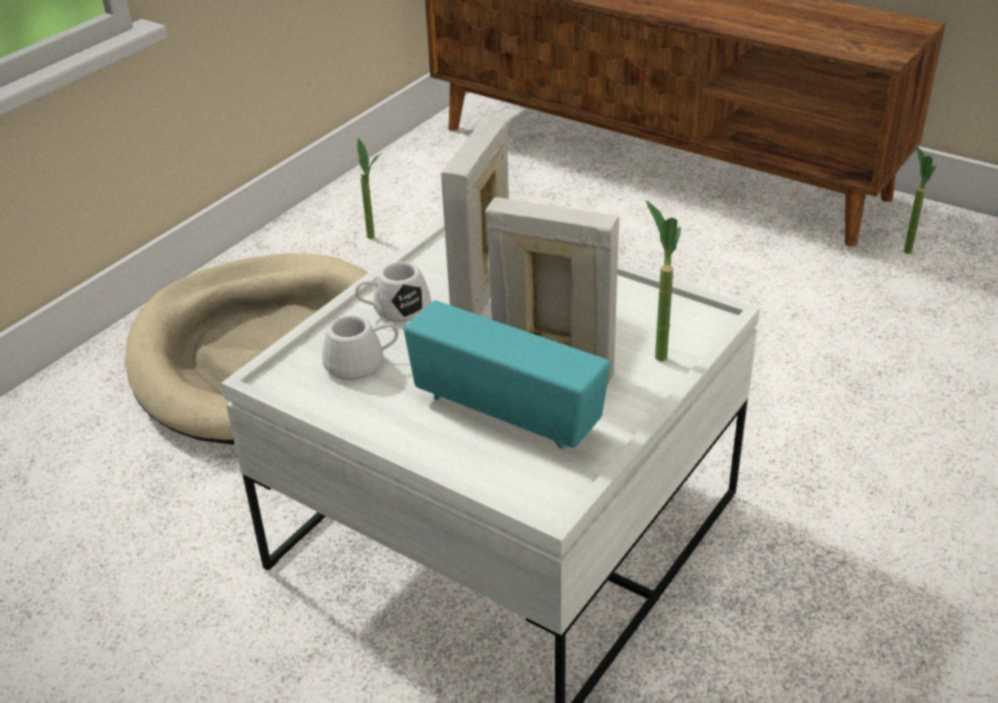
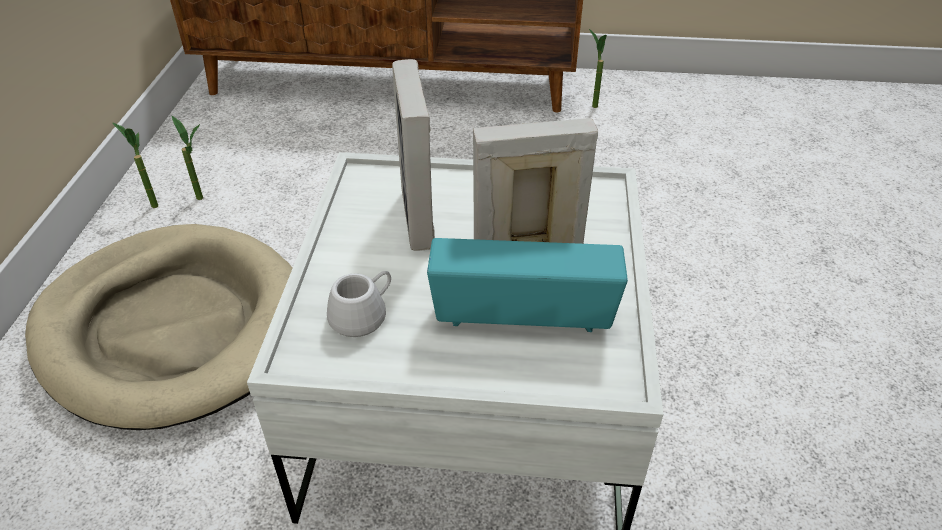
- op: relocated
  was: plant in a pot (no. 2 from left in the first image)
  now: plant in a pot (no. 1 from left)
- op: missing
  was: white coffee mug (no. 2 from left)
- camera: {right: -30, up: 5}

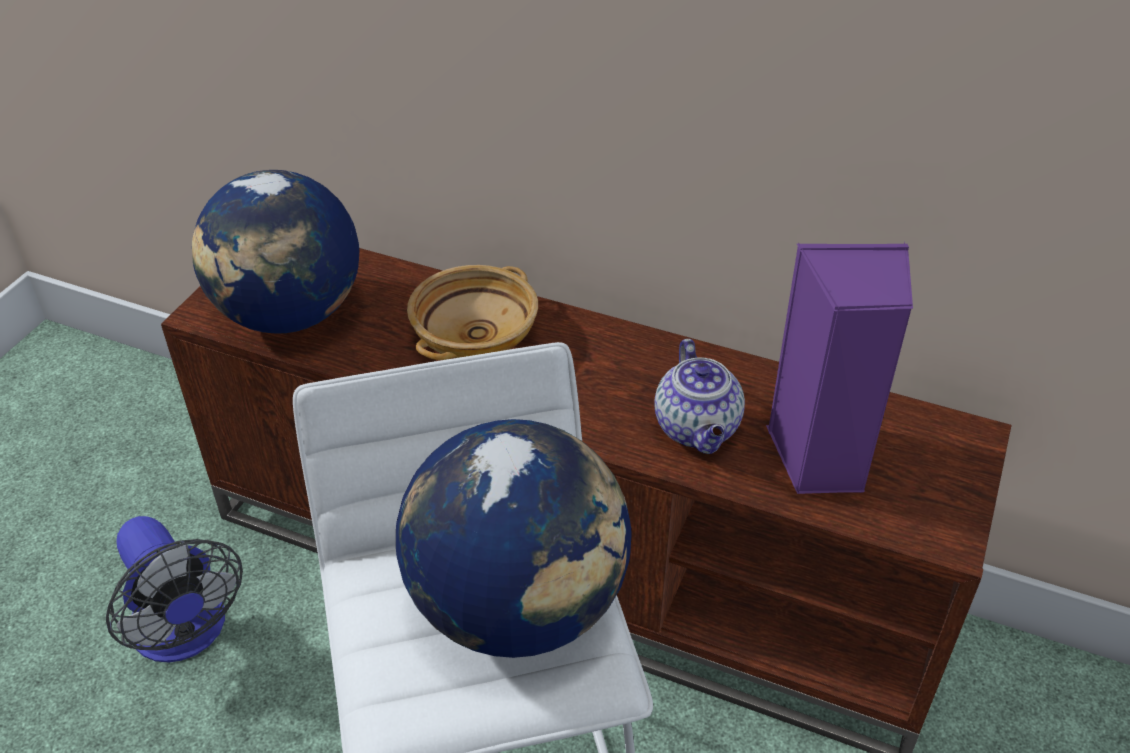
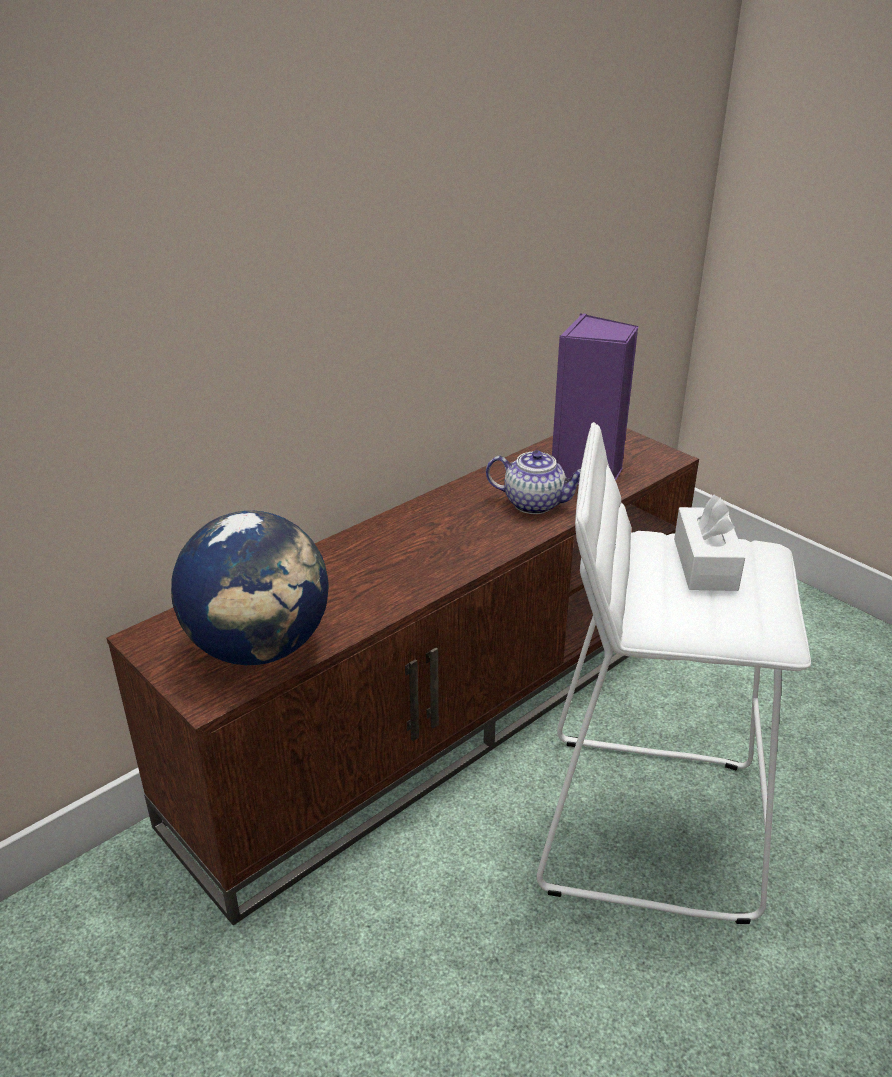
- op: exchanged
  was: desk globe (no. 2 from left)
  now: white box of tissues
- op: missing
  was: cooling fan
- op: missing
  was: beige-coloured serving bowl
- camera: {right: -65, up: -10}

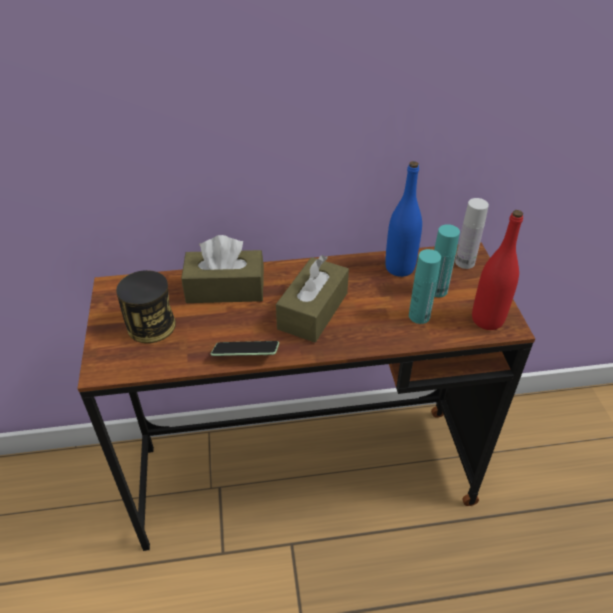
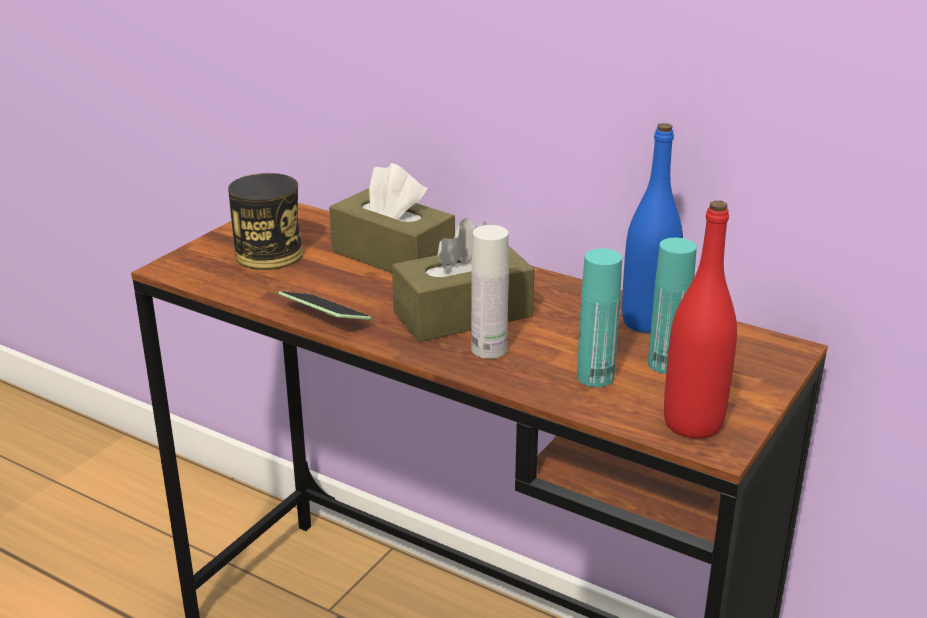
- op: relocated
  was: white beverage bottle
- camera: {right: 40, up: -15}

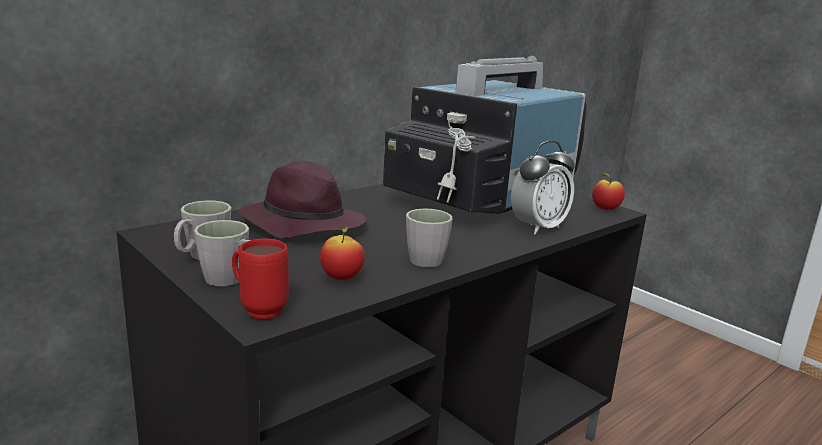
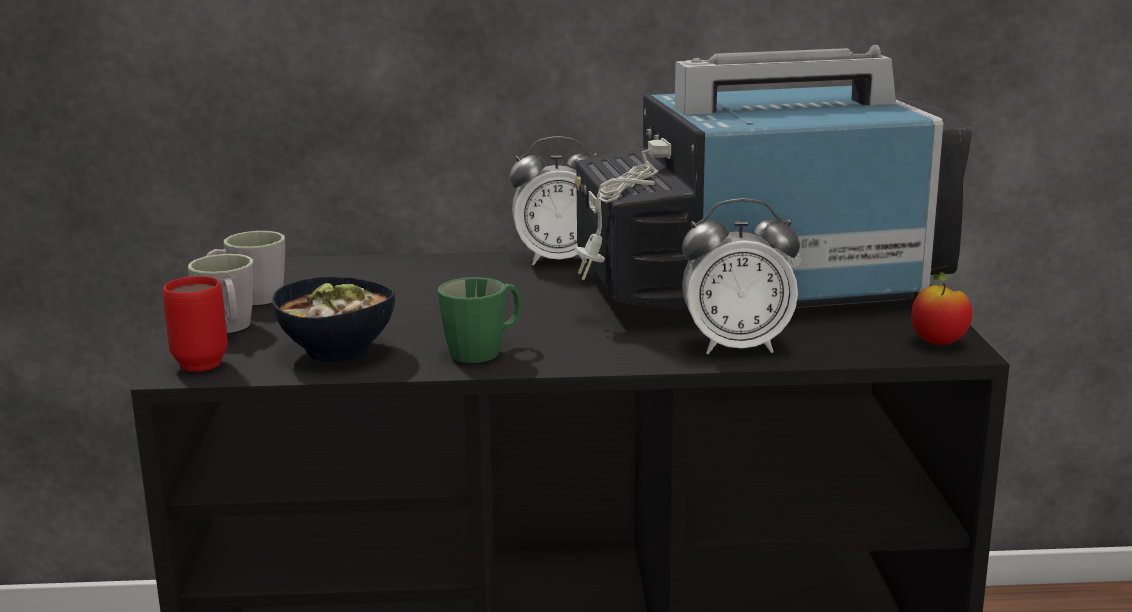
- op: exchanged
  was: whole apple (no. 1 from left)
  now: serving bowl
- op: colour
  was: grey coffee mug (no. 3 from left)
  now: green coffee mug
- op: appeared
  now: alarm clock (no. 1 from left)
- op: missing
  was: purple hat
- camera: {right: 40, up: 0}

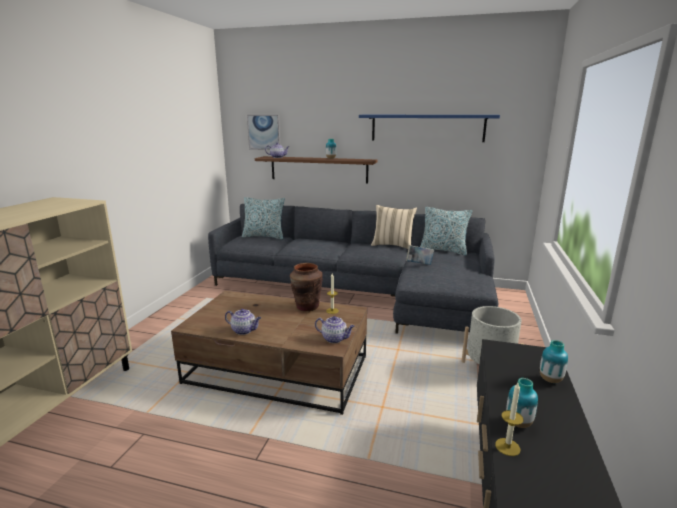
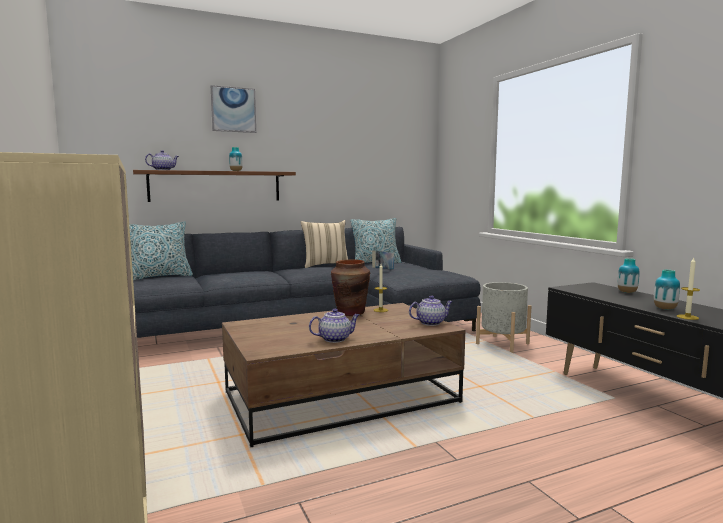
- op: relocated
  was: picture
- op: missing
  was: blue bracket shelf
- camera: {right: -40, up: -10}

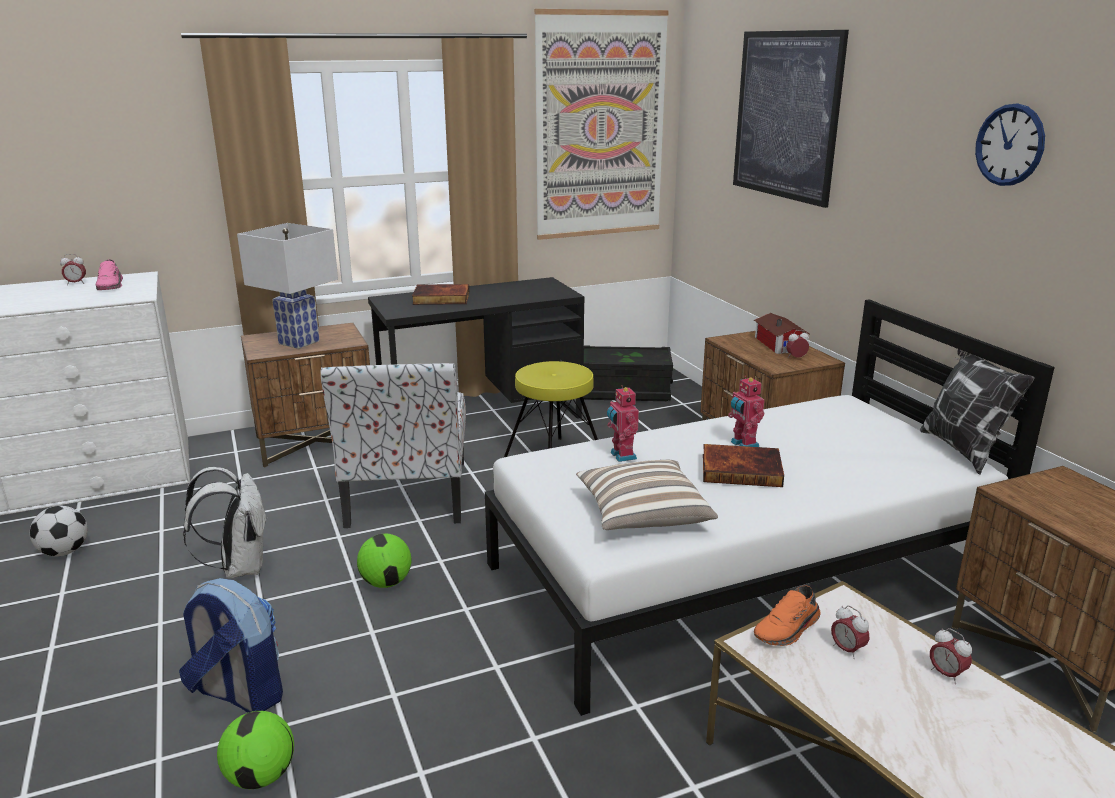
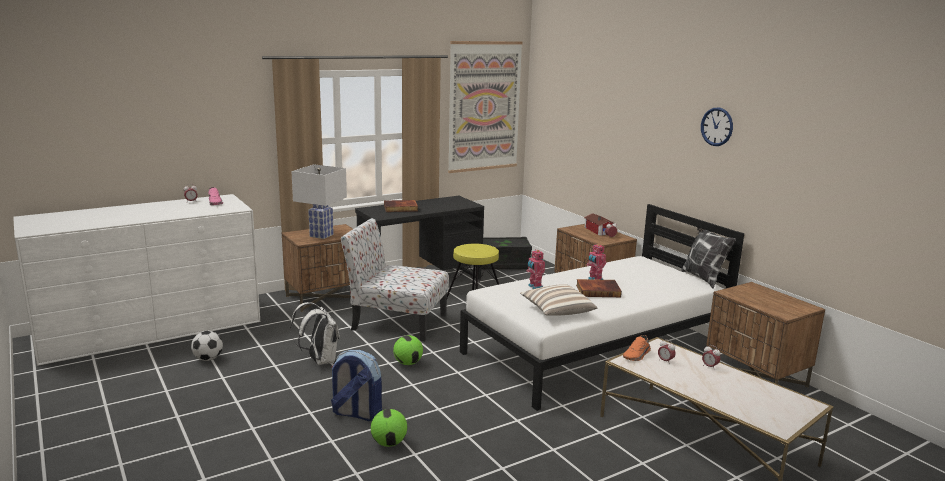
- op: spun
  was: upright chair
  clockwise: 120
- op: missing
  was: picture (no. 2 from left)
- camera: {right: -10, up: -5}

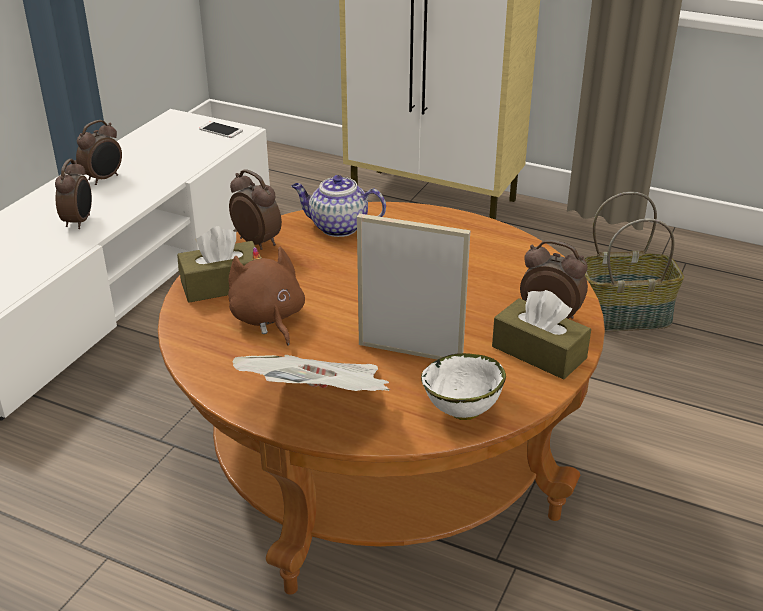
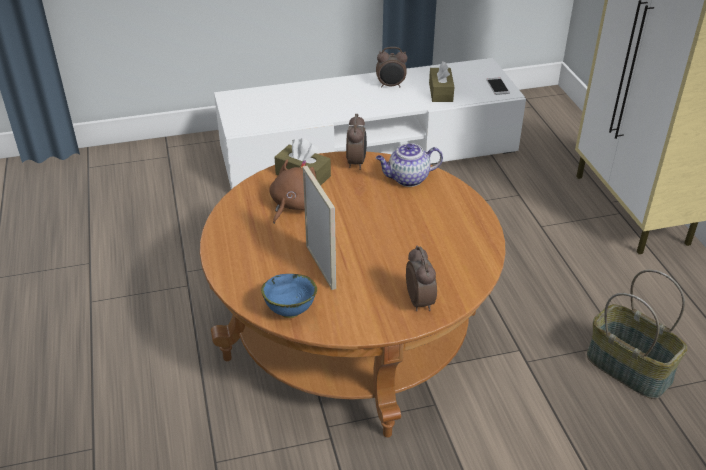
- op: colour
  was: white serving bowl
  now: blue serving bowl
- op: spun
  was: pot for tea
  clockwise: -75
- op: relocated
  was: brown box of tissues (no. 2 from left)
- op: missing
  was: alarm clock (no. 1 from left)
- op: missing
  was: daily paper
- camera: {right: 50, up: 5}

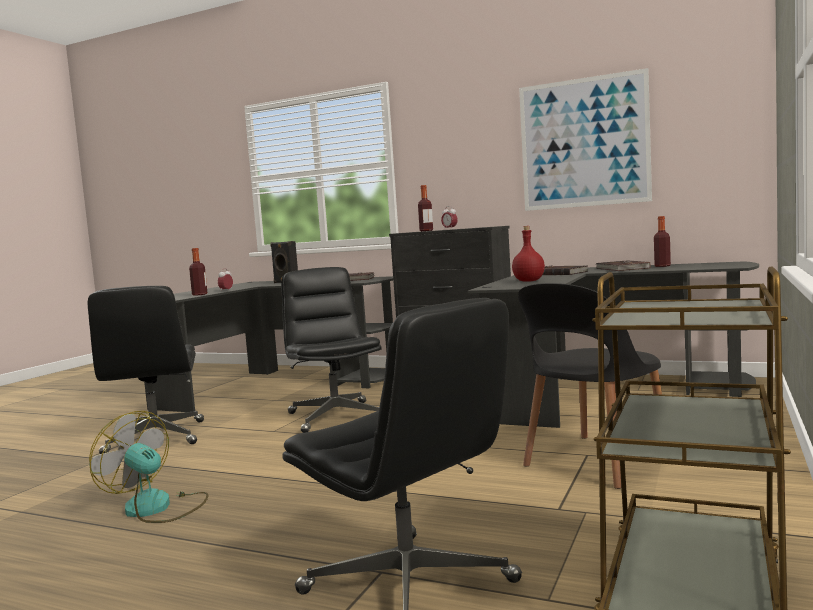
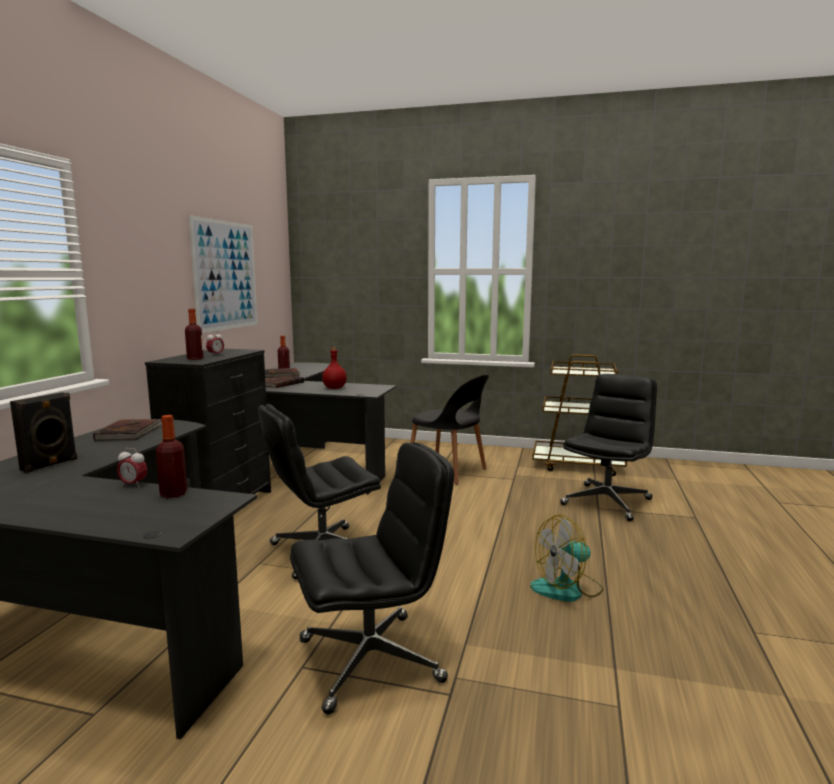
- op: spun
  was: cooling fan
  clockwise: 45
- camera: {right: -100, up: 5}

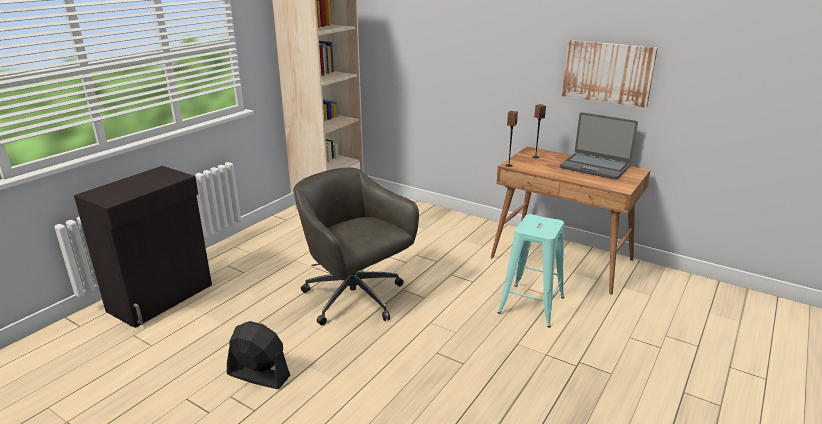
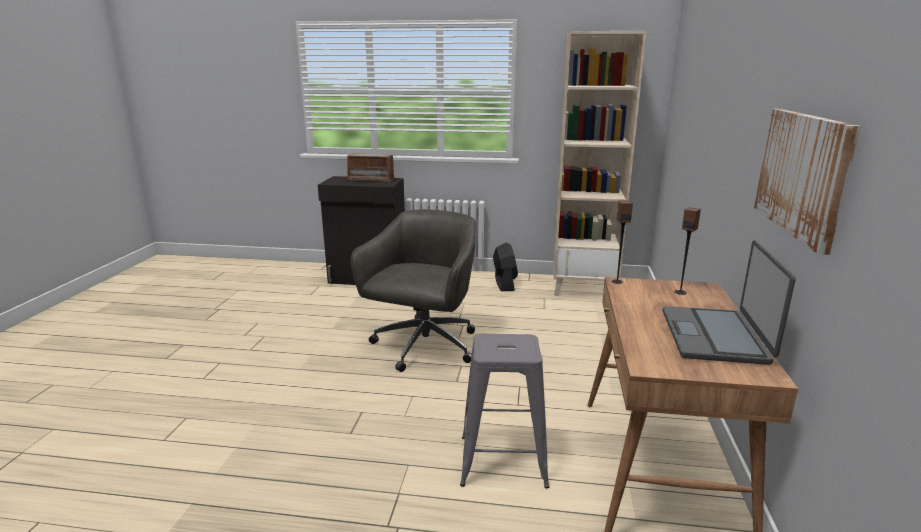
- op: appeared
  now: radio
- op: colour
  was: turquoise sitting stool
  now: grey sitting stool
- op: relocated
  was: black cooling fan
- camera: {right: 65, up: -5}

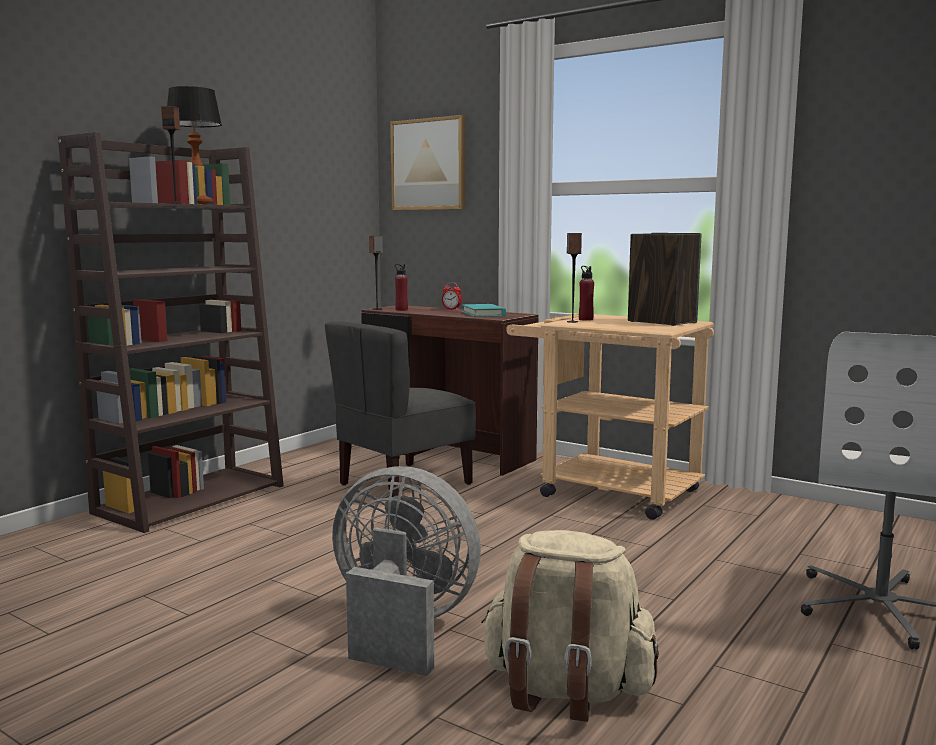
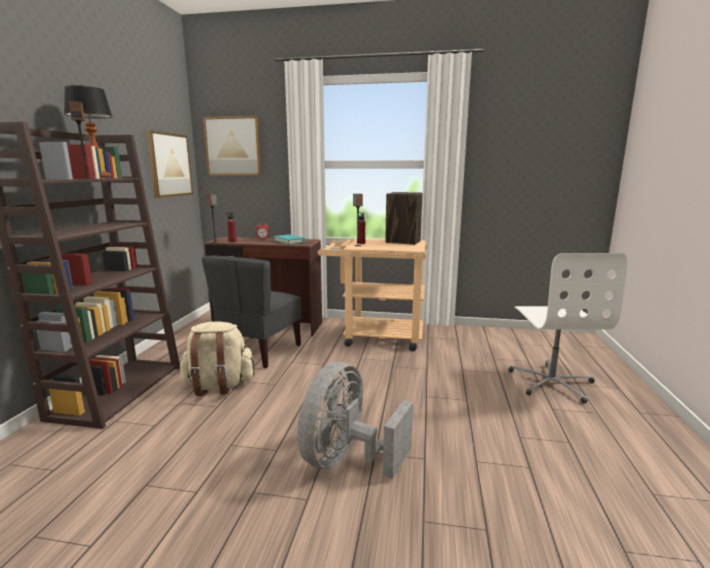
- op: appeared
  now: picture (no. 1 from left)
- op: relocated
  was: beige-coloured rucksack
- op: spun
  was: grey cooling fan
  clockwise: -60
- camera: {right: -25, up: 5}

